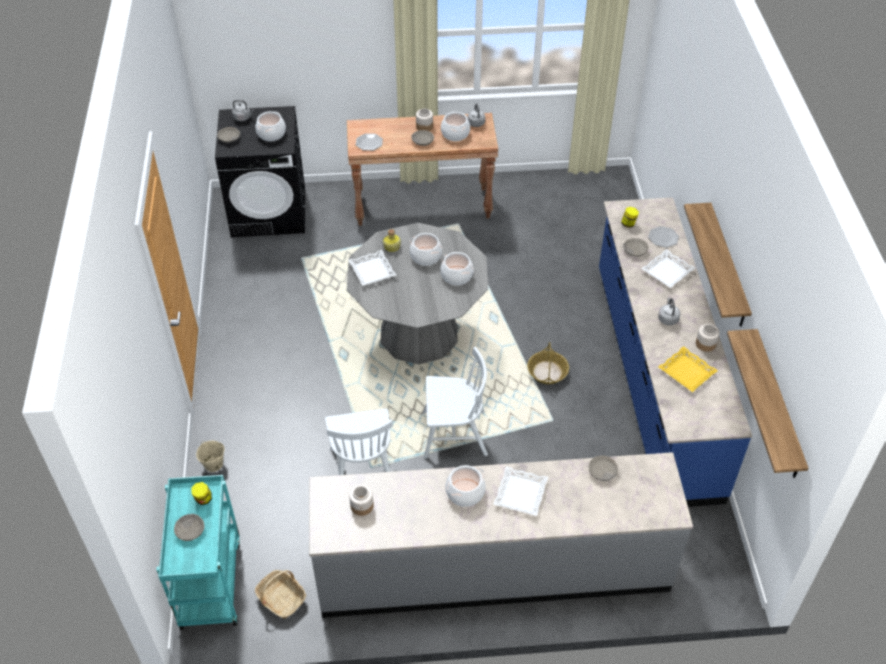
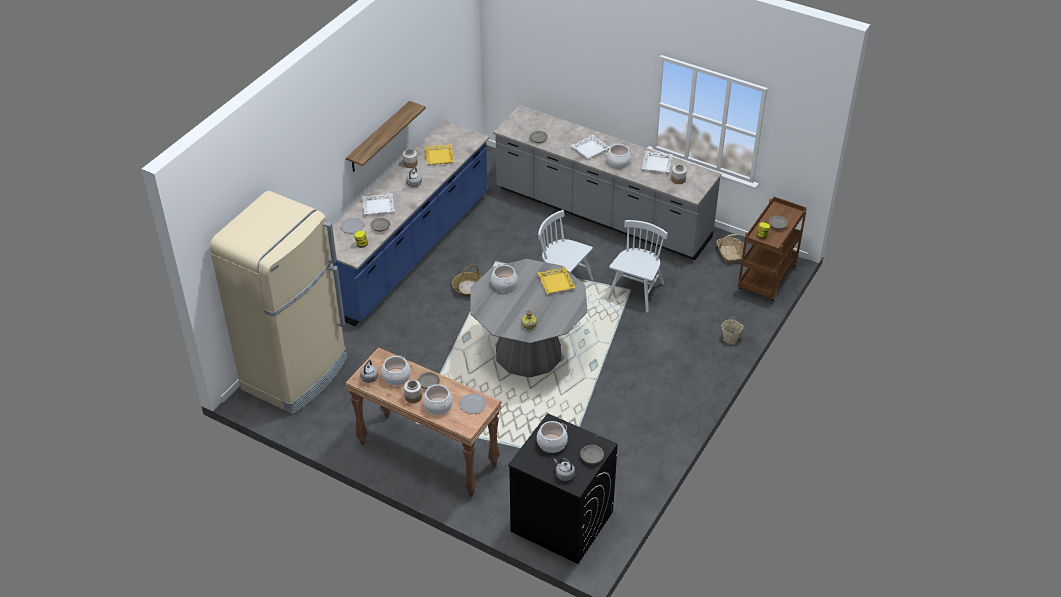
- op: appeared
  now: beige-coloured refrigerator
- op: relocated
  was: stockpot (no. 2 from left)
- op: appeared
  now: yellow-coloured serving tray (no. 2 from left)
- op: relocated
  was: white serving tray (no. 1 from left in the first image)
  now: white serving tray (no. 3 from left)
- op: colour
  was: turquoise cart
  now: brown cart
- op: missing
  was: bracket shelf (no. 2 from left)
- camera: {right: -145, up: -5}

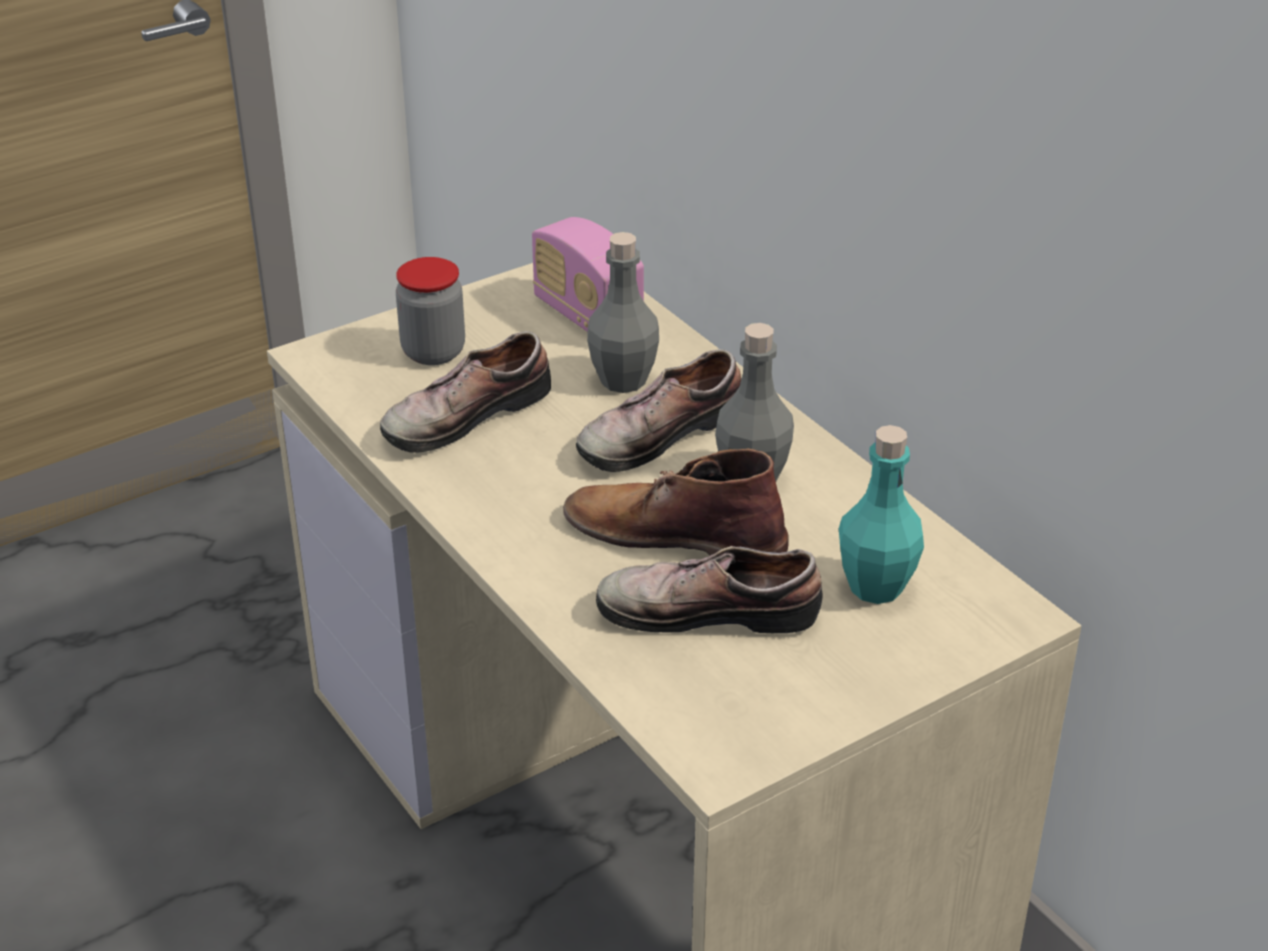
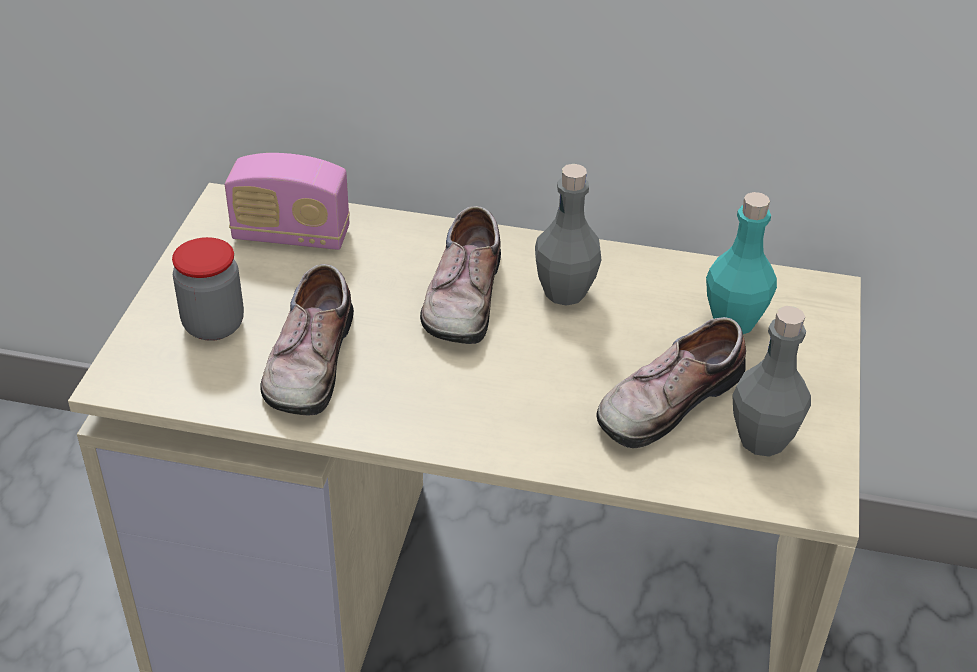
- op: relocated
  was: grey beverage bottle (no. 1 from left in the first image)
  now: grey beverage bottle (no. 2 from left)
- op: missing
  was: brown boot
- camera: {right: -45, up: 5}

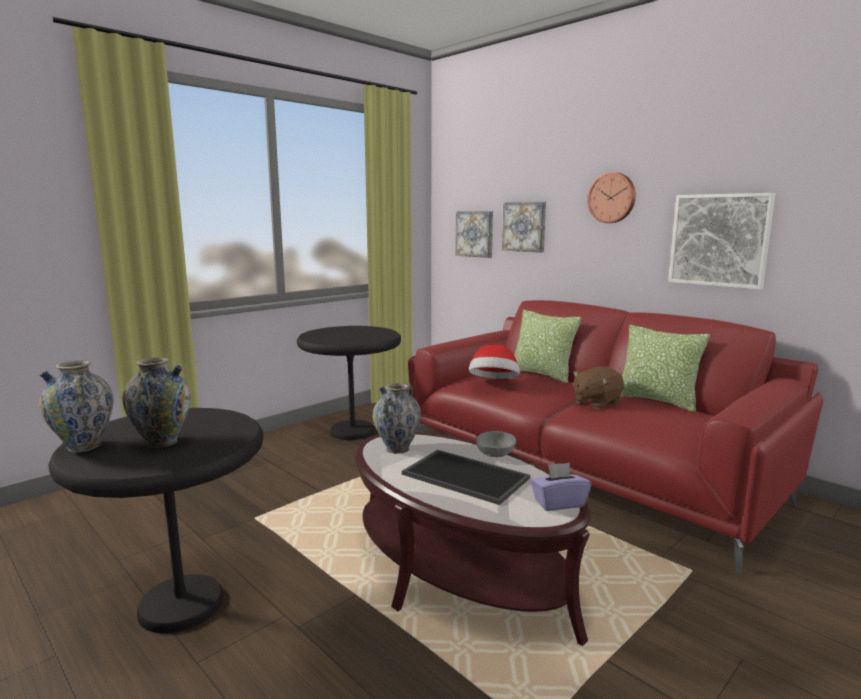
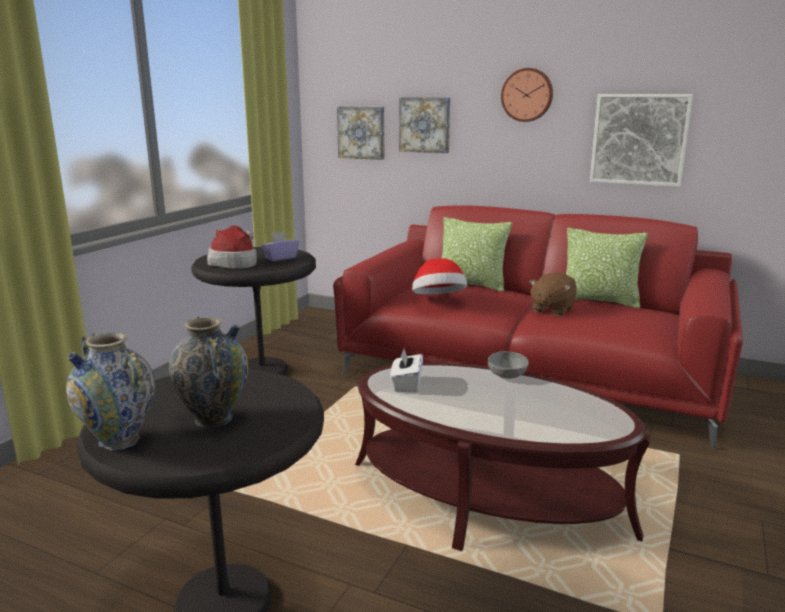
- op: appeared
  now: hat (no. 1 from left)
- op: relocated
  was: purple box of tissues
- op: exchanged
  was: vase (no. 3 from left)
  now: white box of tissues
- op: missing
  was: serving tray
- camera: {right: -20, up: 5}

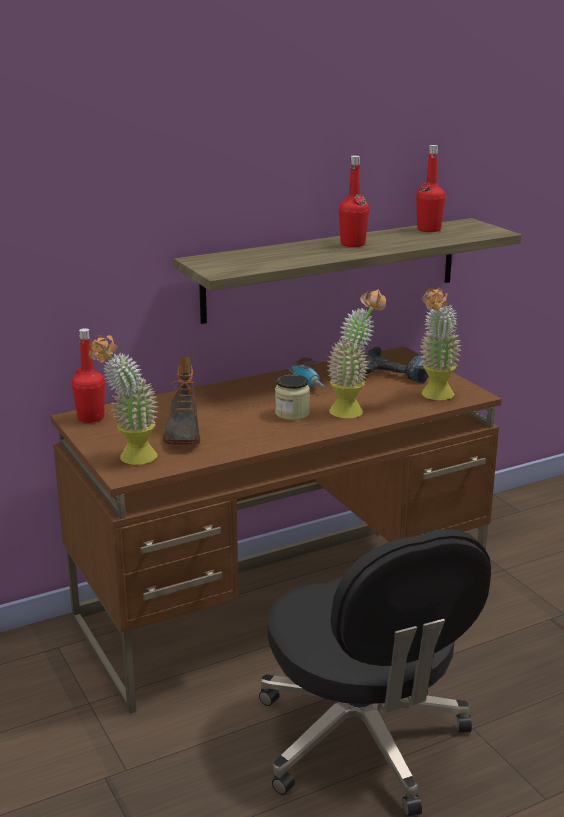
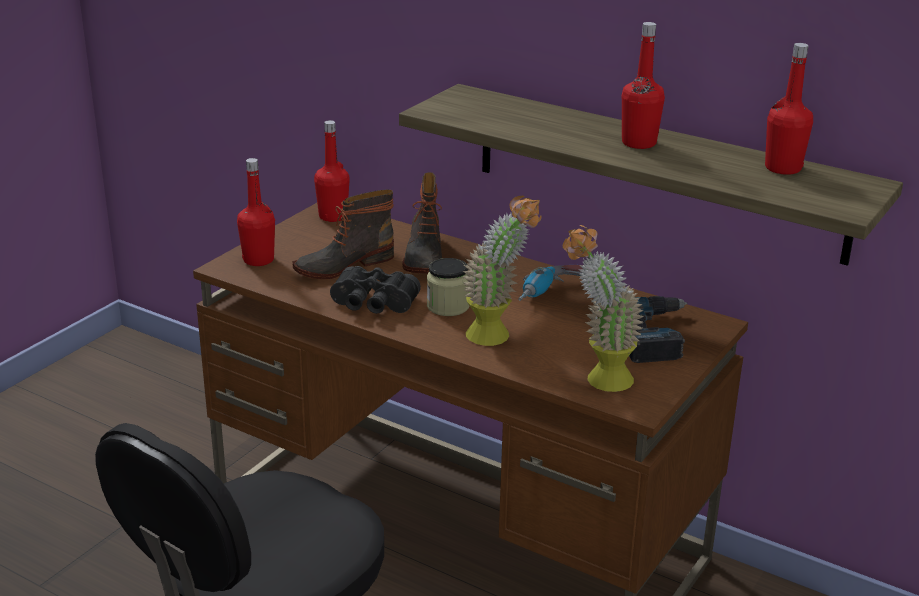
- op: exchanged
  was: plant in a pot (no. 1 from left)
  now: red beverage bottle (no. 1 from left)
- op: appeared
  now: black binoculars
- op: appeared
  now: boot (no. 2 from left)
- camera: {right: 60, up: 5}

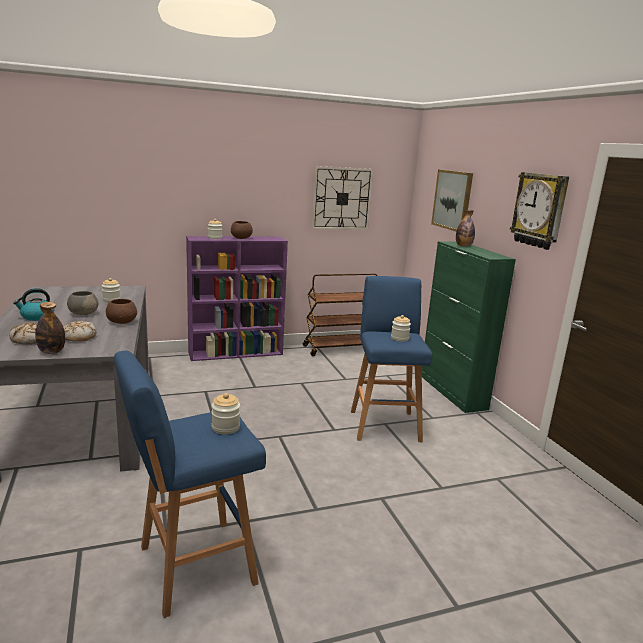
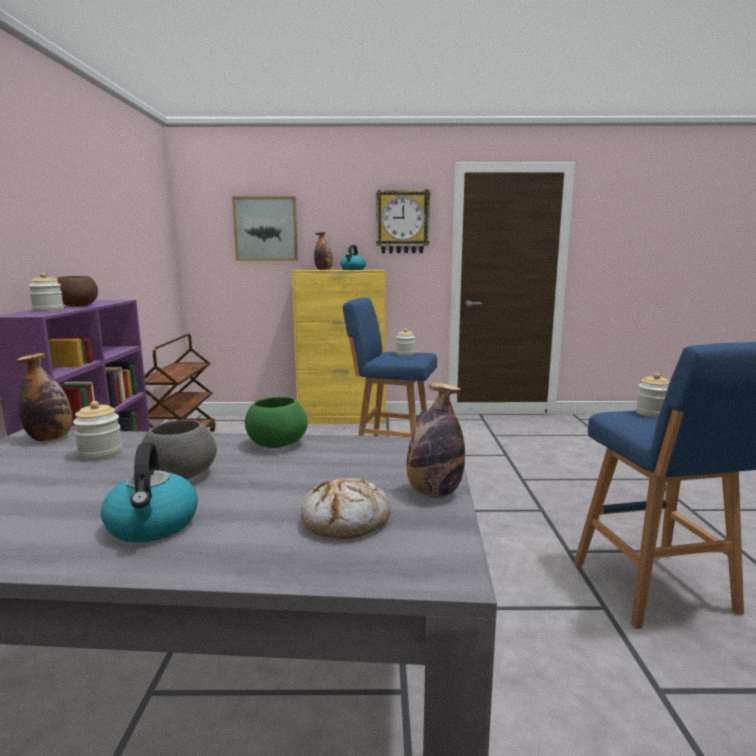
- op: appeared
  now: beverage bottle (no. 1 from left)
- op: colour
  was: brown serving bowl (no. 1 from left)
  now: green serving bowl
- op: colour
  was: green cupboard
  now: yellow-coloured cupboard
- op: appeared
  now: water kettle (no. 2 from left)
- op: missing
  was: baked bread (no. 2 from left)
- op: missing
  was: clock on the wall (no. 1 from left)
- camera: {right: -70, up: -5}

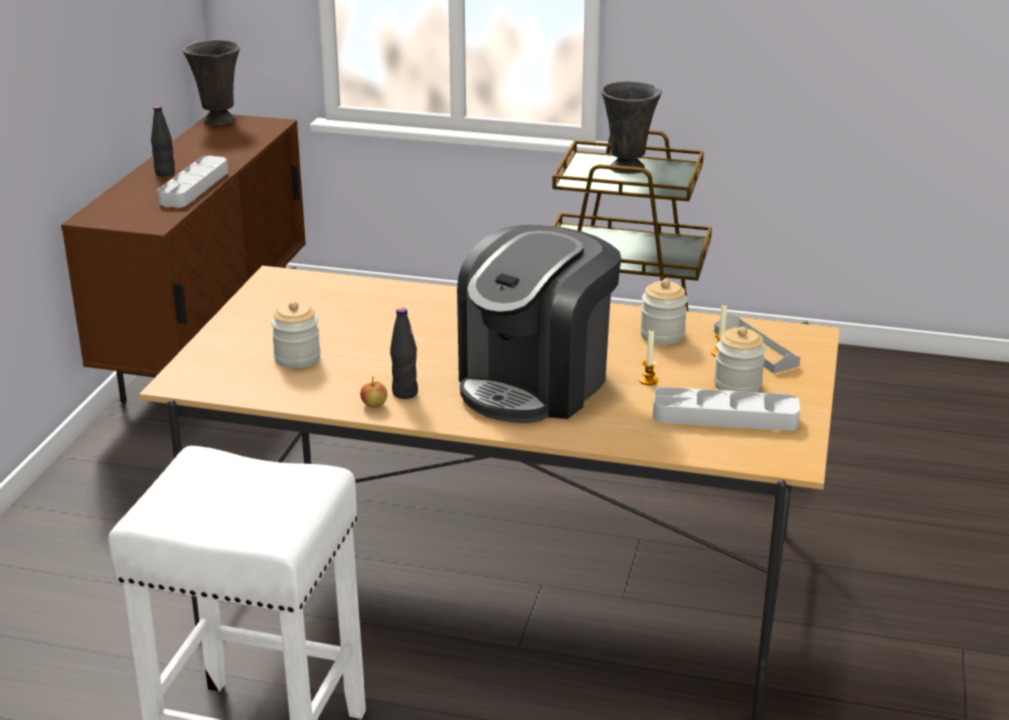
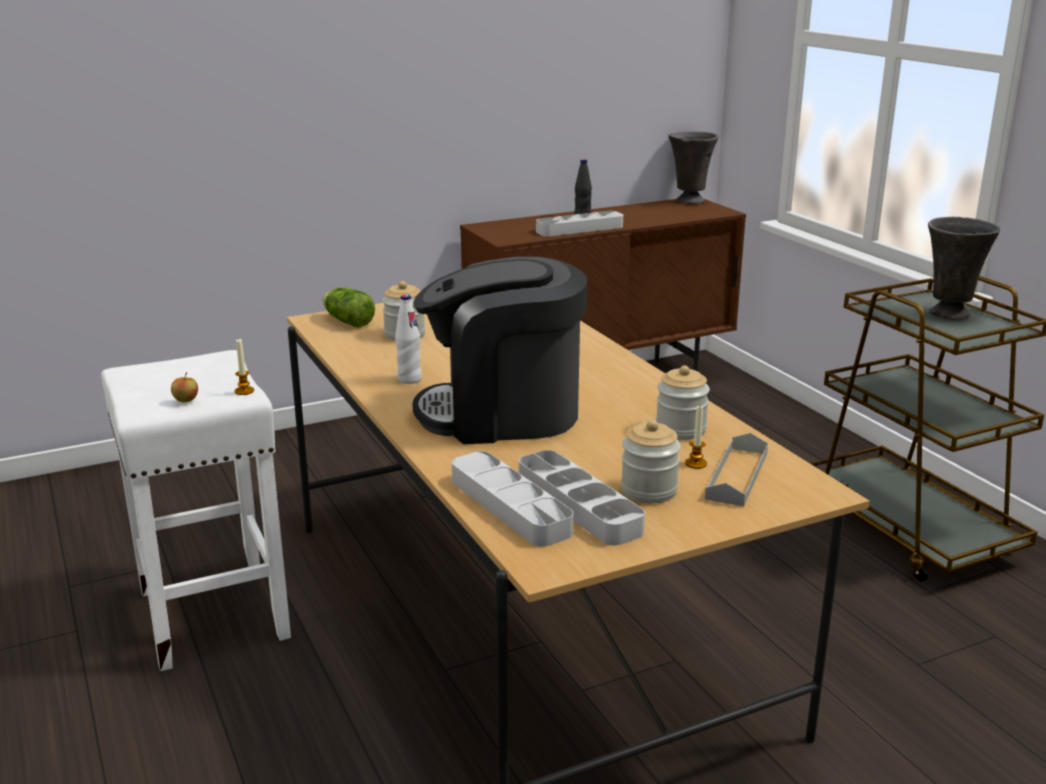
- op: relocated
  was: whole apple
- op: relocated
  was: candle (no. 1 from left)
- op: appeared
  now: head of lettuce
- op: colour
  was: black beverage bottle (no. 2 from left)
  now: white beverage bottle
- op: appeared
  now: grey serving tray (no. 1 from left)
- camera: {right: 50, up: -5}

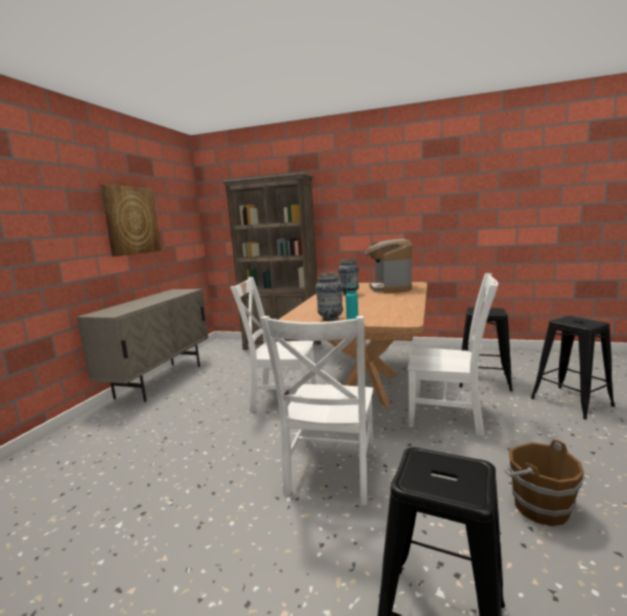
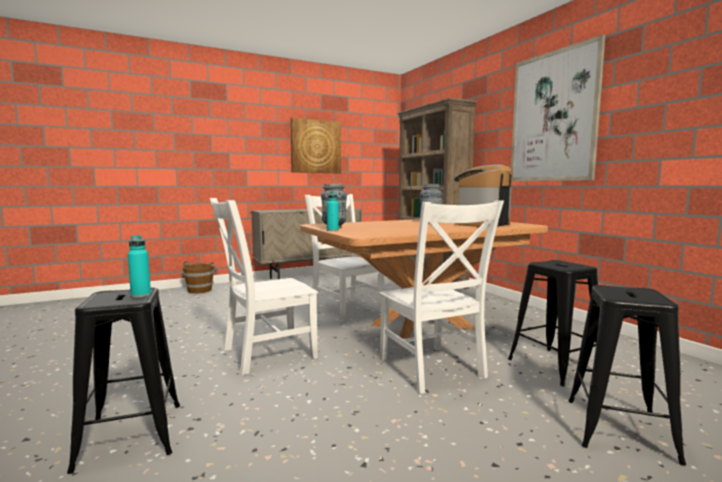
- op: appeared
  now: turquoise beverage bottle (no. 1 from left)
- op: relocated
  was: brown water bucket
- op: appeared
  now: picture (no. 2 from left)
- camera: {right: 45, up: -5}

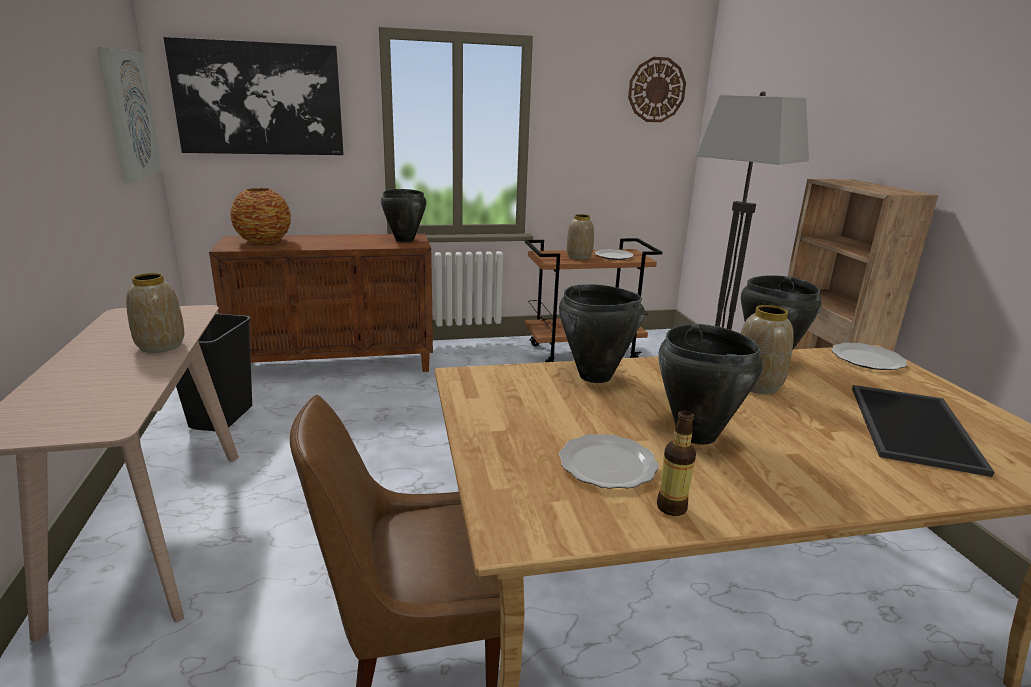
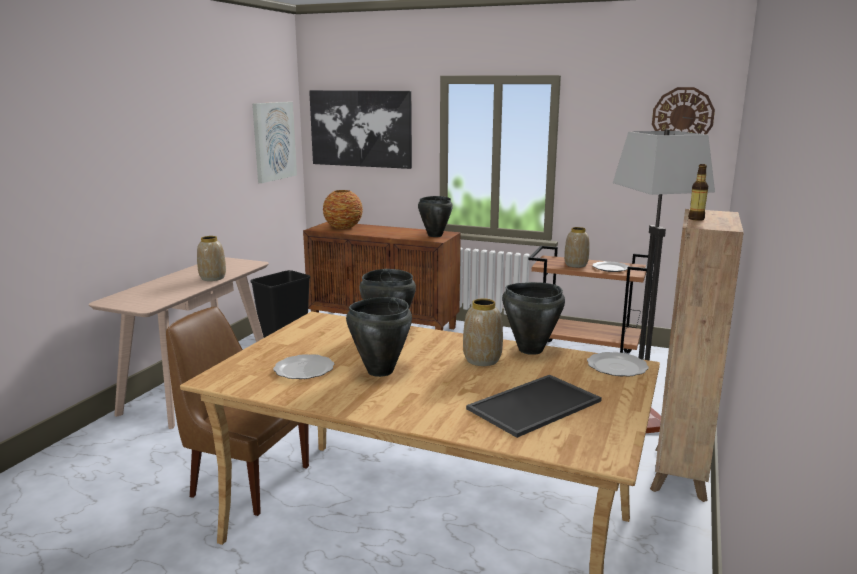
- op: relocated
  was: beverage bottle
- camera: {right: 35, up: -5}

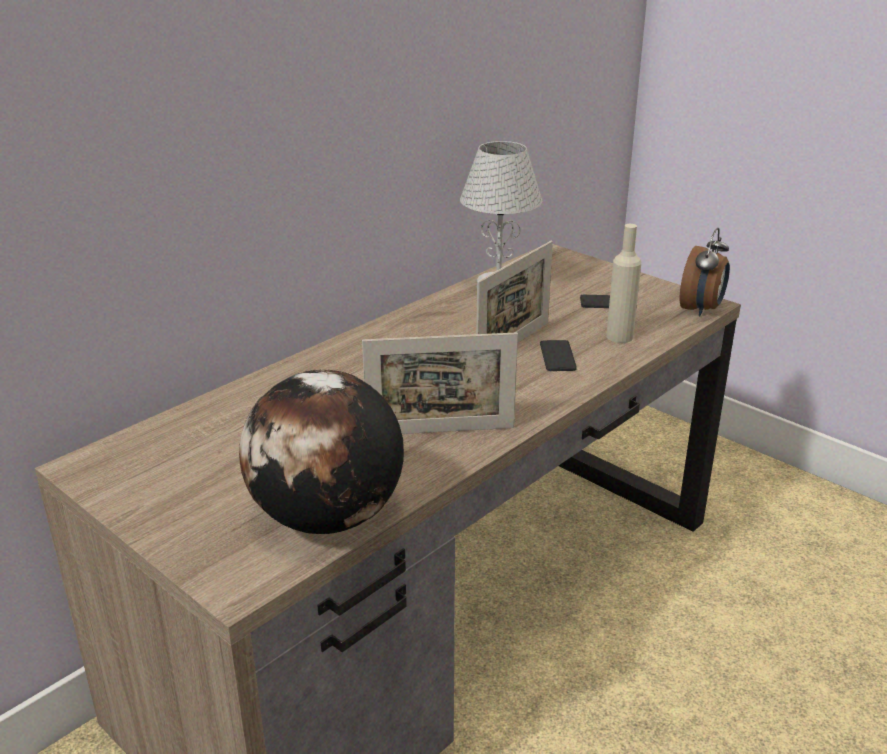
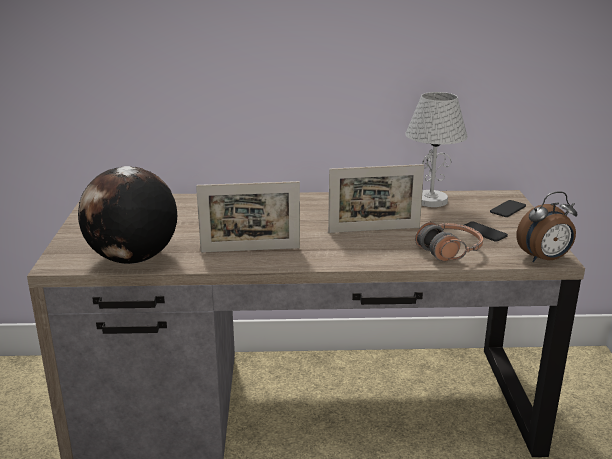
- op: spun
  was: photo frame (no. 1 from left)
  clockwise: -45
- op: exchanged
  was: beige-coloured beverage bottle
  now: headset
- op: relocated
  was: handset (no. 1 from left in the first image)
  now: handset (no. 2 from left)
- camera: {right: 45, up: -5}

